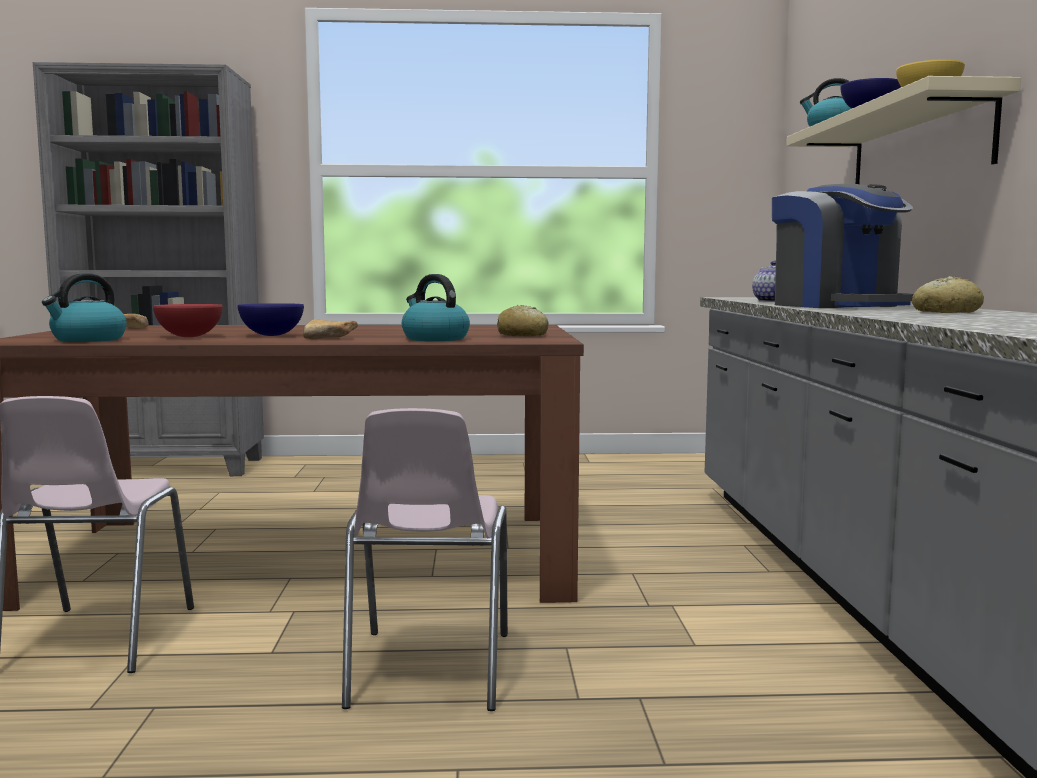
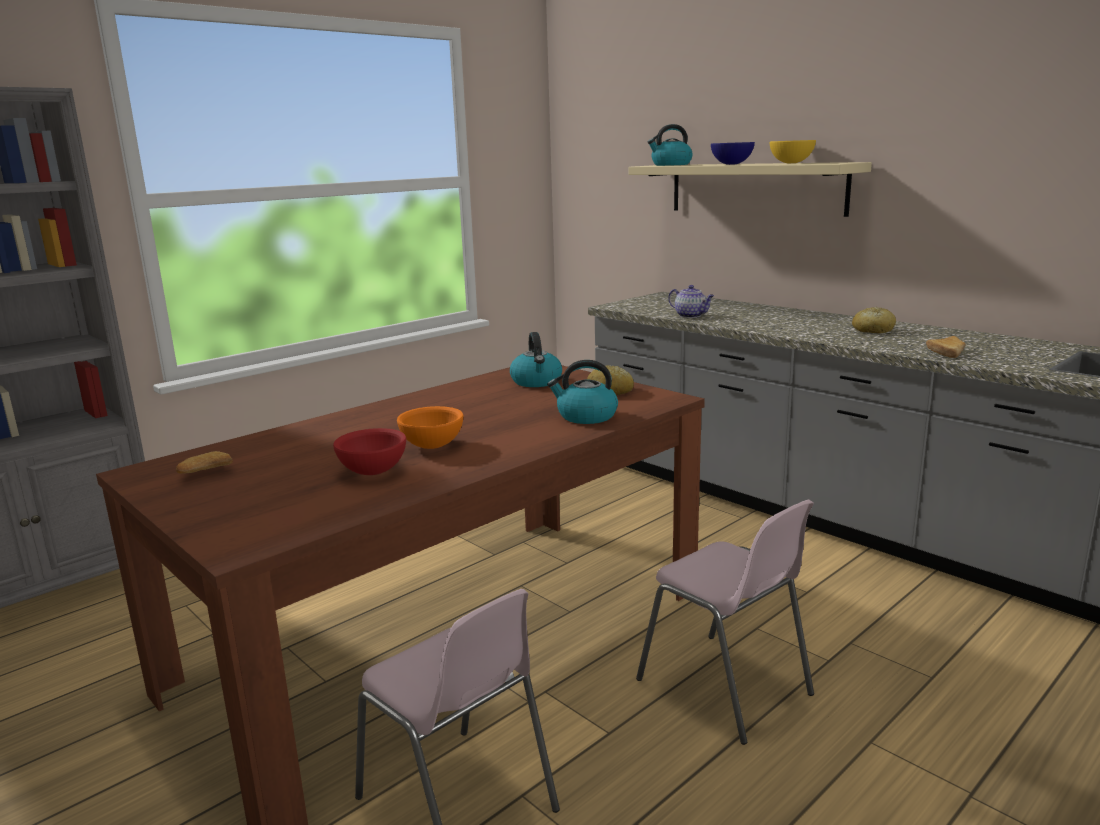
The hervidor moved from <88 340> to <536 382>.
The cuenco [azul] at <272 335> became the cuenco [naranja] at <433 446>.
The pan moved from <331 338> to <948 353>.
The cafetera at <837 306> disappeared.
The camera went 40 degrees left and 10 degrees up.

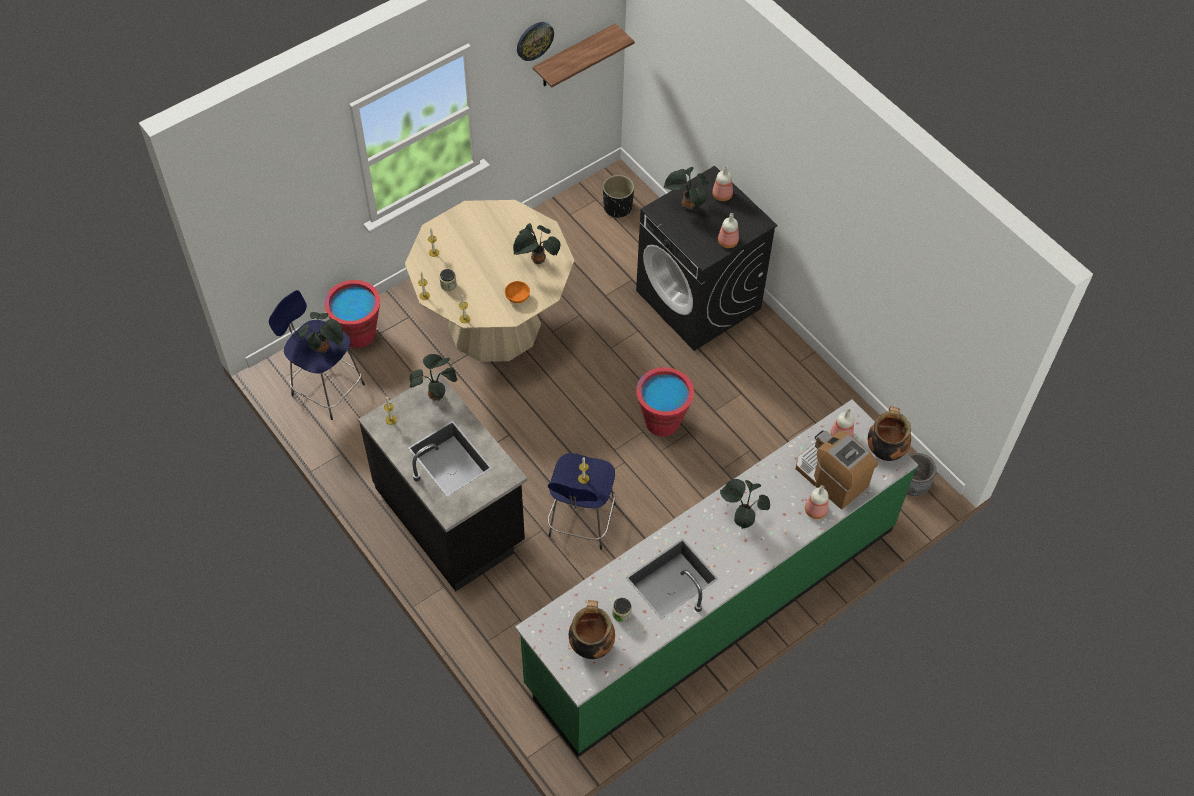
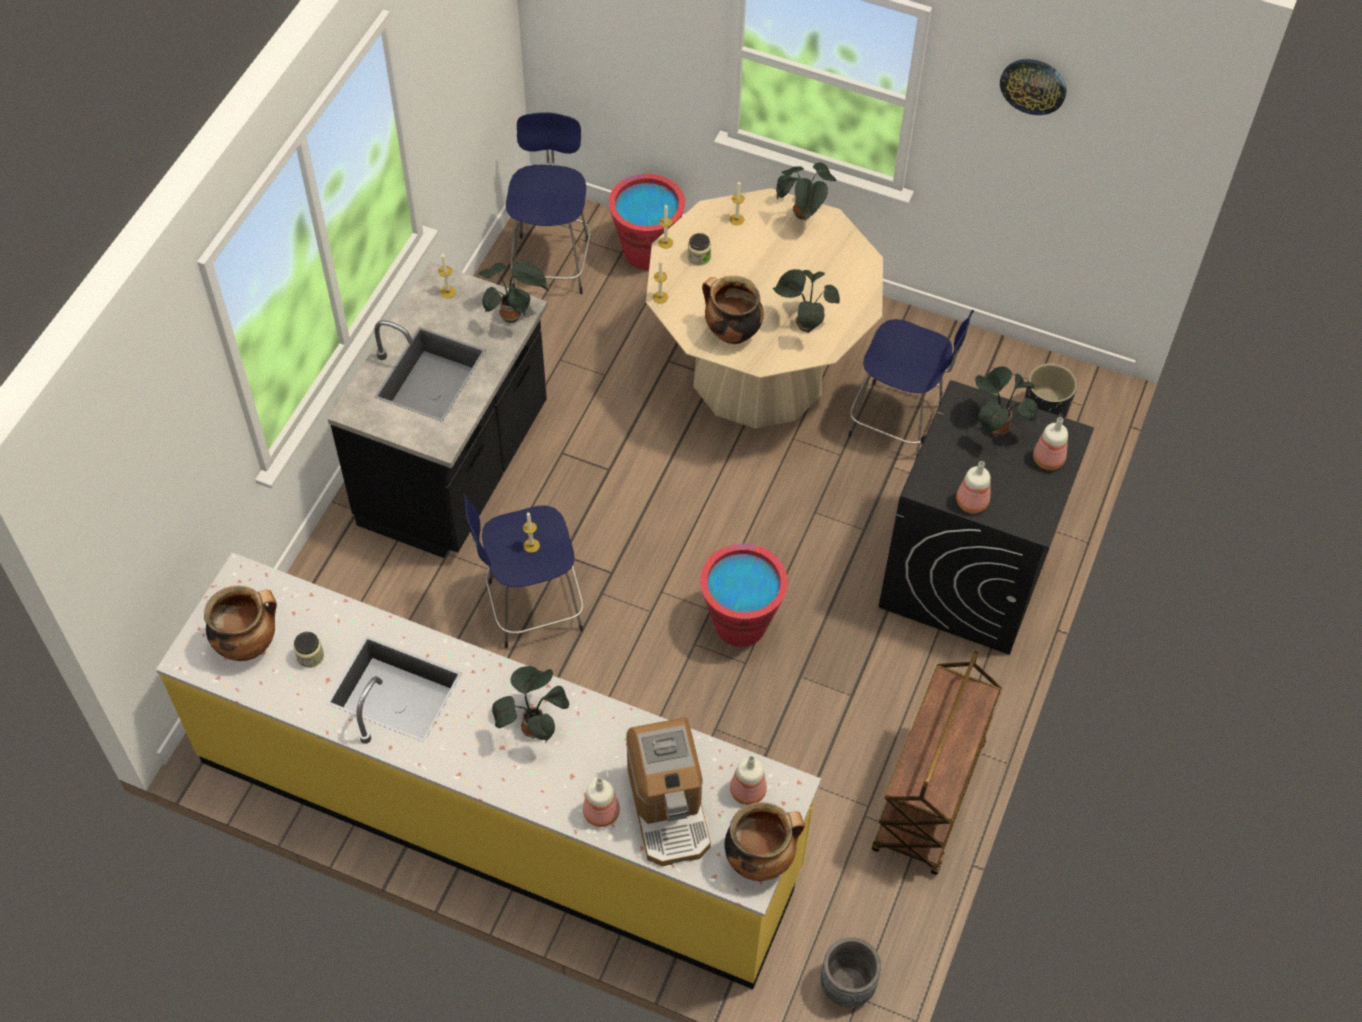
The planta en maceta moved from <324 349> to <803 216>.
The cuenco [naranja] at <517 297> was replaced by the olla at <731 333>.
The mueble bajo de cocina [verde] at <712 605> became the mueble bajo de cocina [amarillo] at <498 814>.
The estante at <574 57> disappeared.
The cafetera at <831 477> turned 150 degrees clockwise.
The taburete [azul] at <899 422> appeared.
The carrito [marrón] at <929 798> appeared.
The camera went 60 degrees right and 0 degrees up.

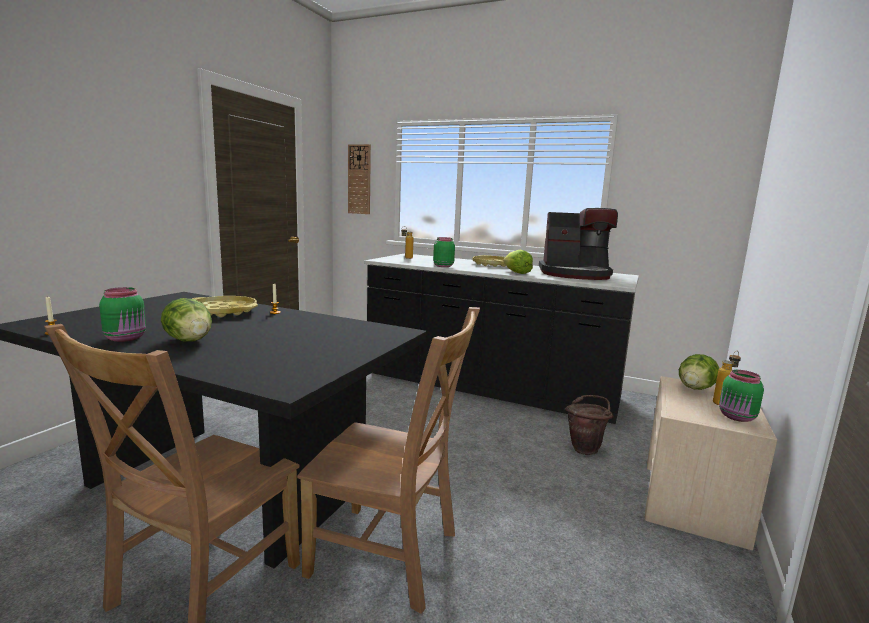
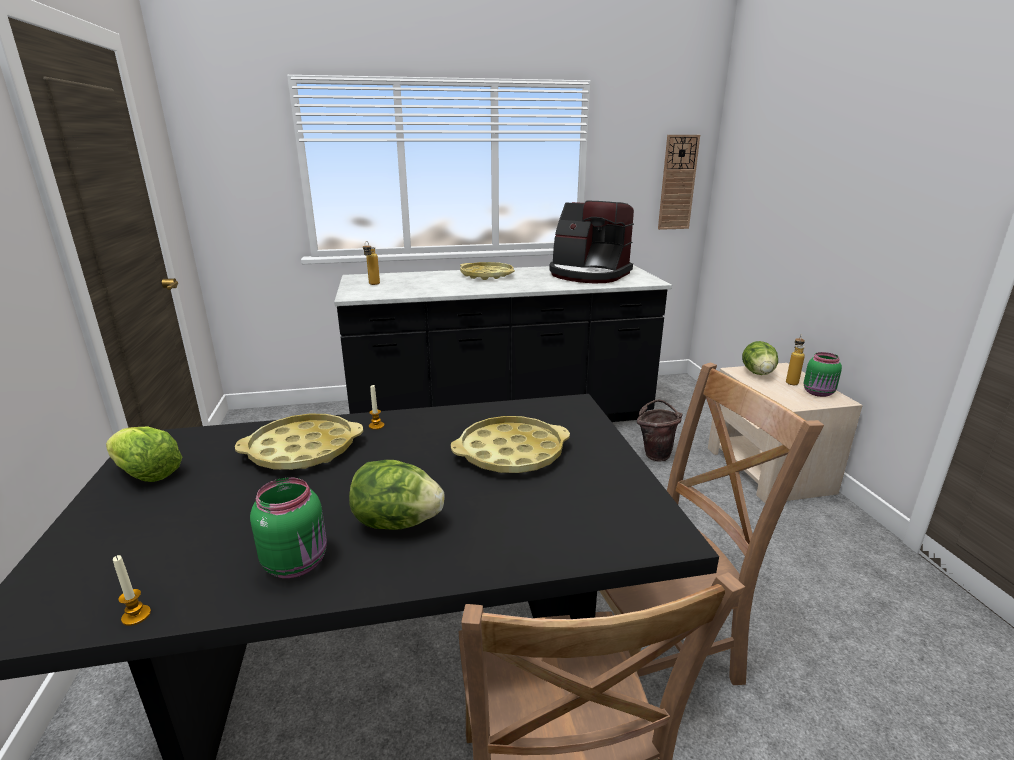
The reloj de pared moved from <359 179> to <677 183>.
The tarro [verde] at <442 266> disappeared.
The lechuga moved from <516 272> to <146 474>.
The cafetera at <575 274> turned 60 degrees clockwise.
The bandeja [amarillo] at <511 453> appeared.
The camera went 35 degrees left and 10 degrees up.

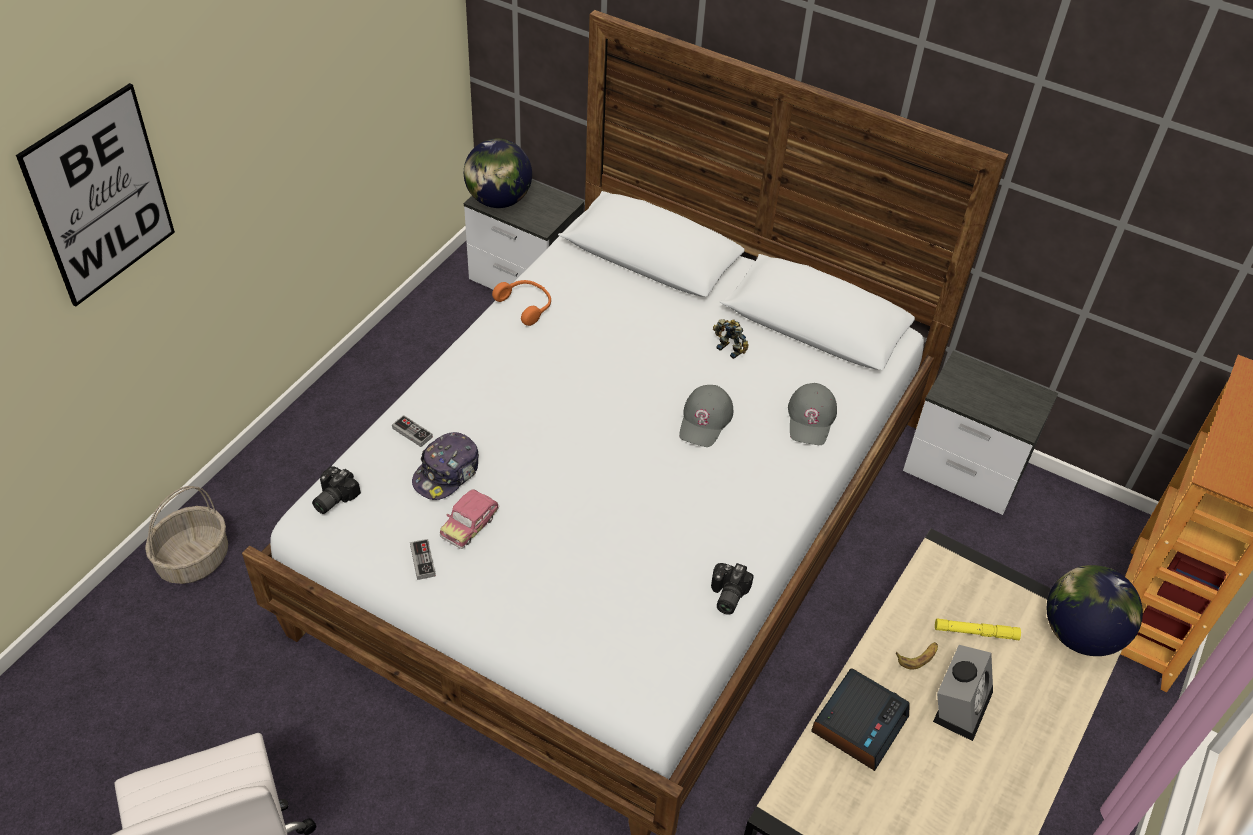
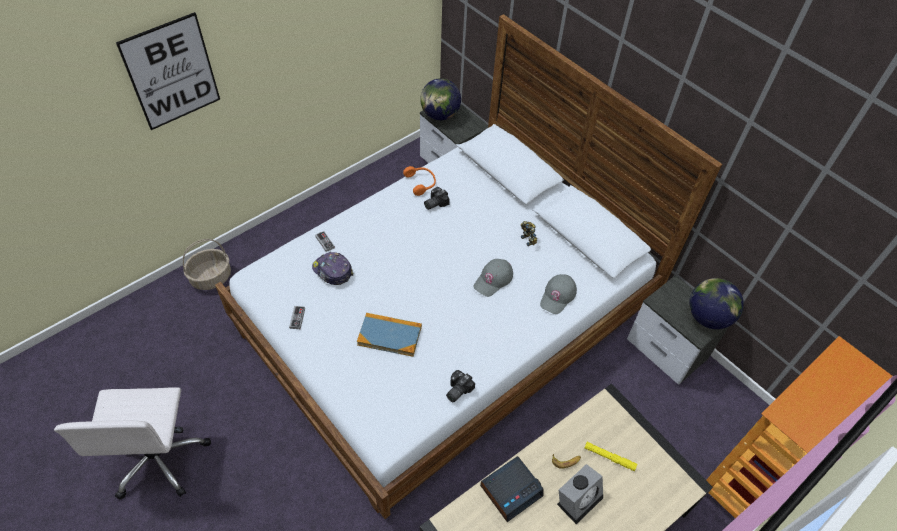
The cámara moved from <332 498> to <434 203>.
The gorra at <447 473> turned 75 degrees clockwise.
The coche de juguete at <470 525> disappeared.
The globo terráqueo moved from <1080 635> to <707 317>.
The libro at <389 335> appeared.
The camera went 20 degrees right and 5 degrees up.

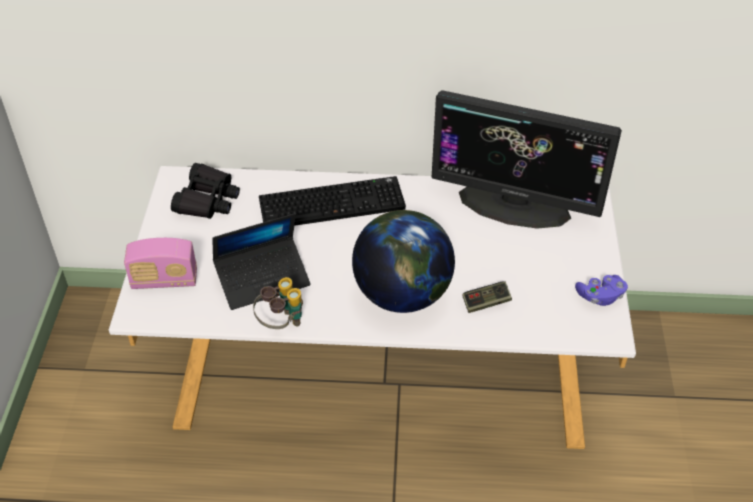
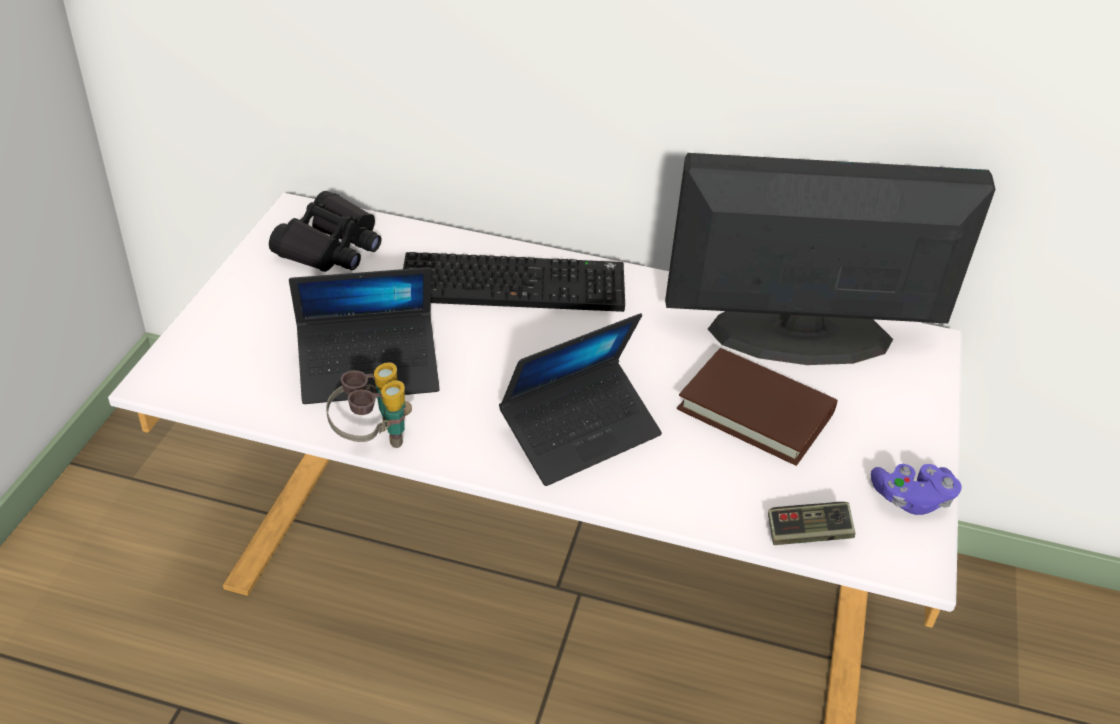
The radio at <164 280> disappeared.
The globo terráqueo at <402 294> was replaced by the portátil at <580 432>.
The monitor at <514 204> turned 150 degrees clockwise.
The mando de consola moved from <486 302> to <808 533>.
The libro [marrón] at <755 411> appeared.
The camera went 10 degrees right and 5 degrees down.

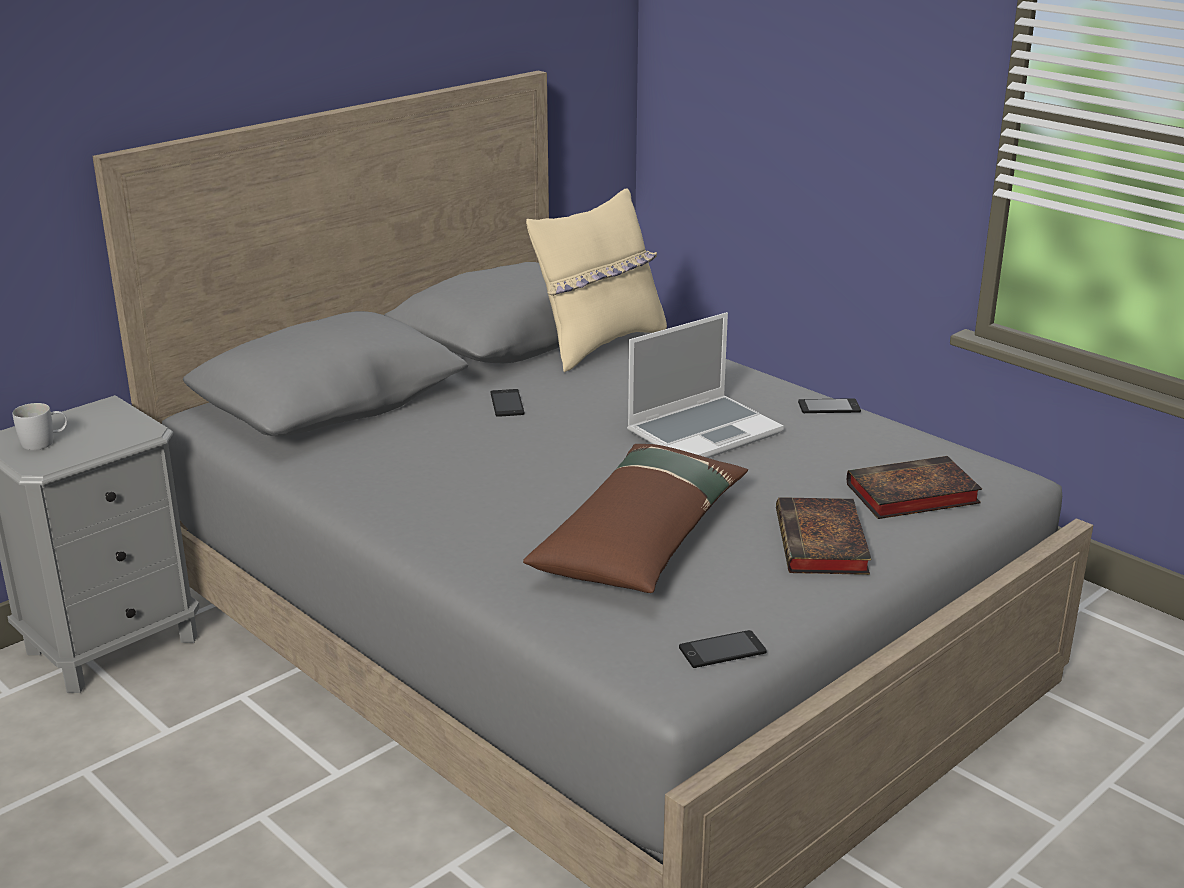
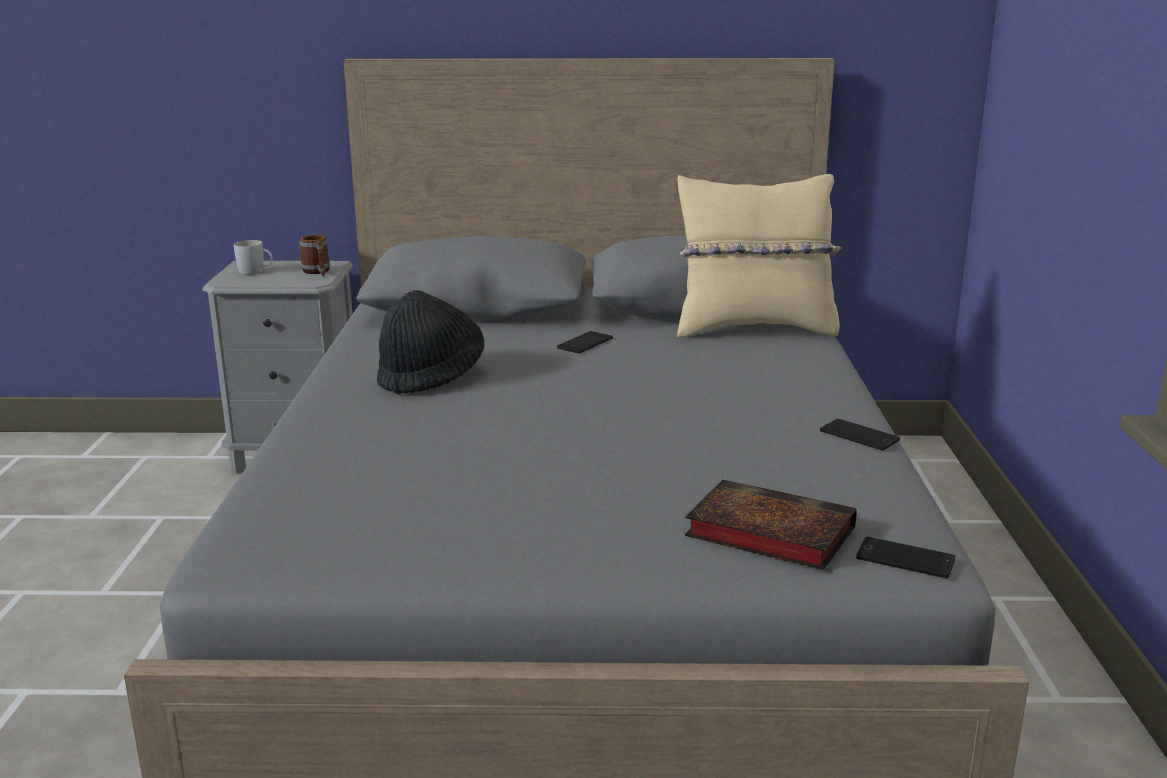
The cojín [marrón] at <642 537> disappeared.
The portátil at <704 431> disappeared.
The móvil moved from <722 650> to <905 559>.
The libro at <823 545> disappeared.
The taza grande at <317 272> appeared.
The sombrero [negro] at <431 377> appeared.
The camera went 45 degrees right and 5 degrees down.

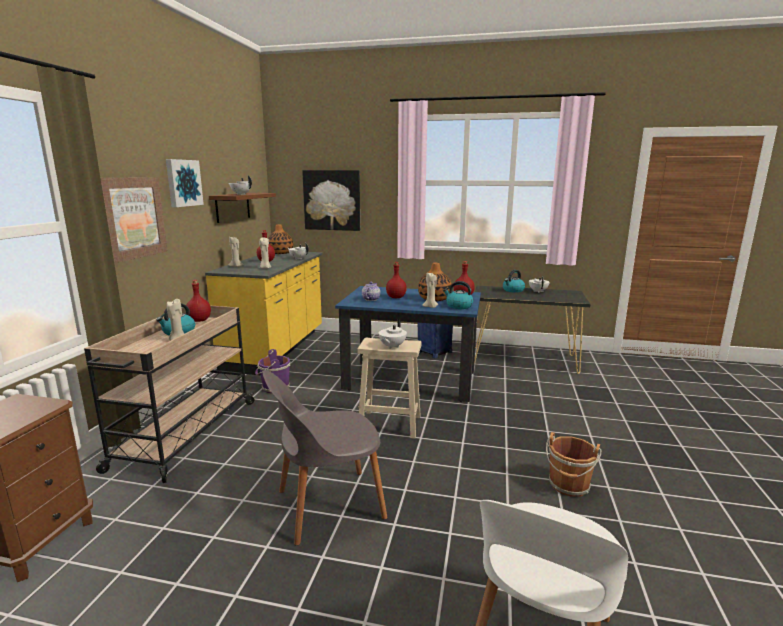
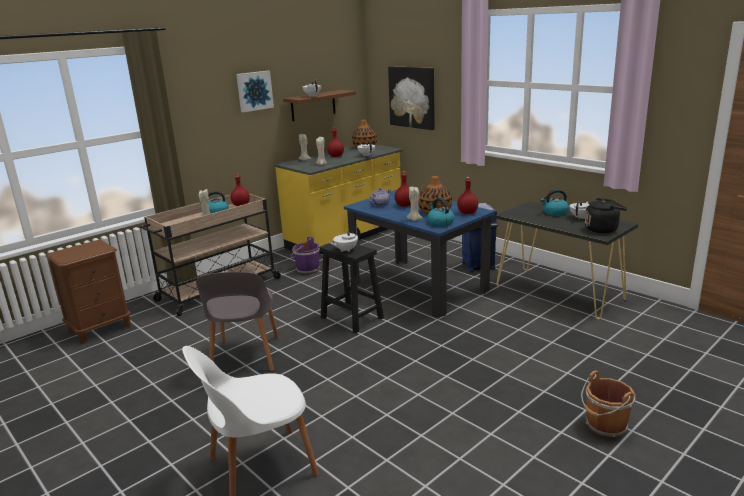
The cuadro at <131 218> disappeared.
The silla [gris] at <327 505> turned 105 degrees counterclockwise.
The taburete [beis] at <388 424> became the taburete [negro] at <351 317>.
The cubo [marrón] moved from <569 486> to <605 426>.
The hervidor [negro] at <603 229> appeared.
The camera went 35 degrees right and 5 degrees up.

